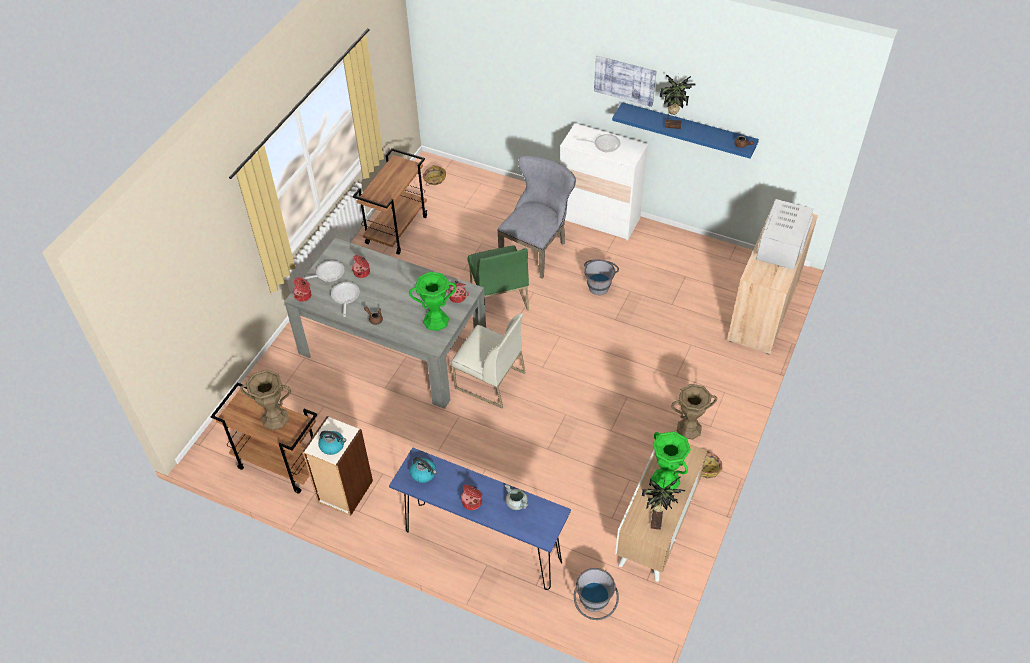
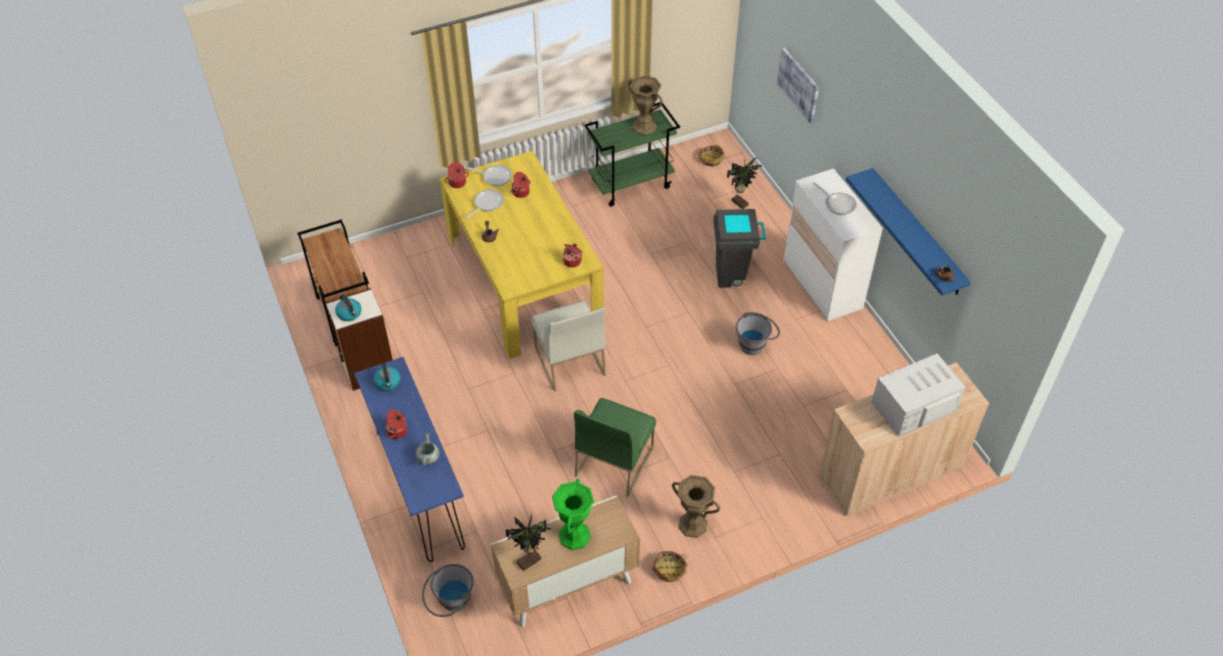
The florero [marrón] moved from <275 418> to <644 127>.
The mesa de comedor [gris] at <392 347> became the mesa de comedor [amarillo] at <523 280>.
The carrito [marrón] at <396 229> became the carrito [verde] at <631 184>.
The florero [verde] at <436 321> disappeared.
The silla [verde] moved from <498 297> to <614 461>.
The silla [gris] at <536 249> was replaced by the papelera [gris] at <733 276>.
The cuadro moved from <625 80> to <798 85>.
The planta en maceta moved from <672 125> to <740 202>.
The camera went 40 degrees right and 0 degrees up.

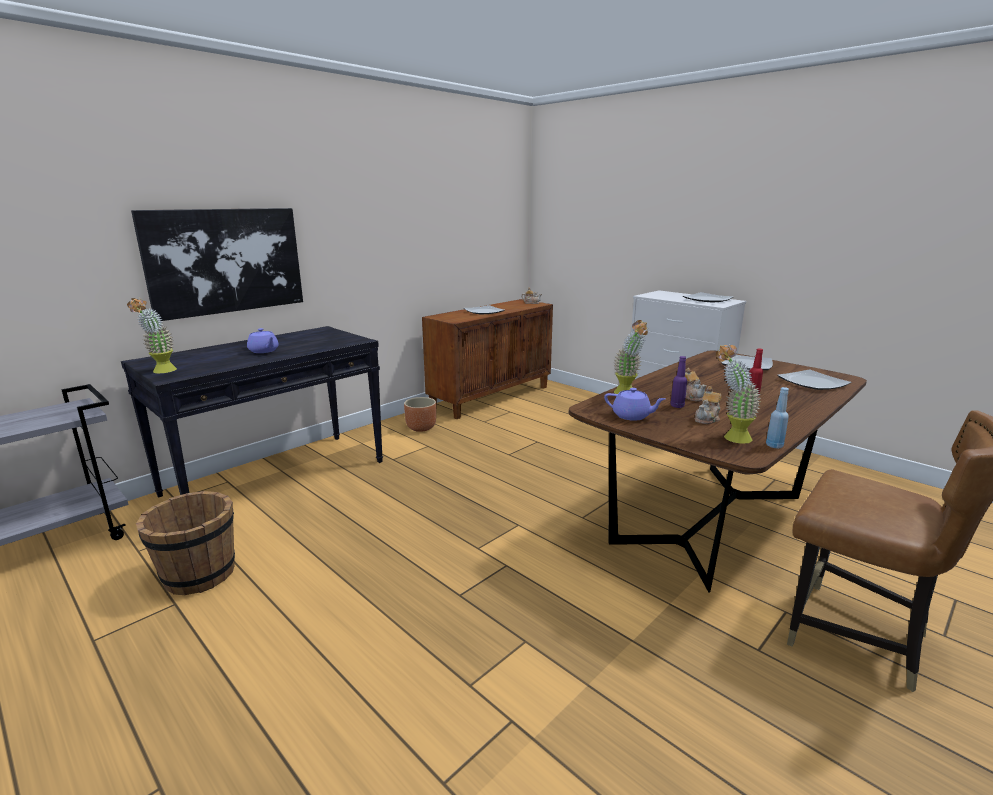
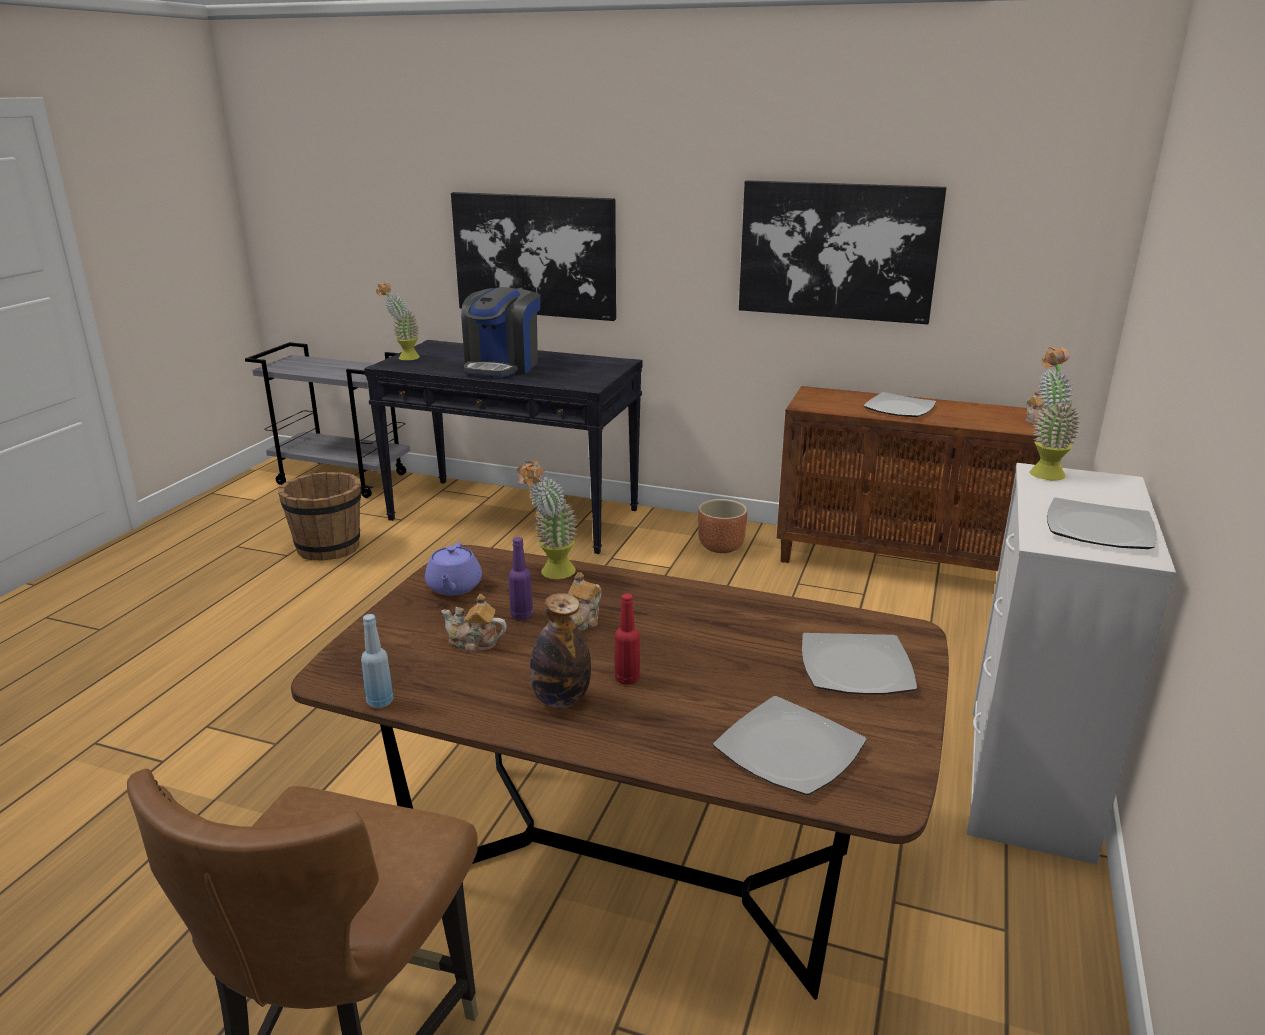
The tetera [morado] at <264 351> was replaced by the cafetera at <502 366>.
The planta en maceta moved from <730 437> to <1042 471>.
The botella at <561 700> appeared.
The cuadro at <837 251> appeared.
The camera went 65 degrees right and 5 degrees up.

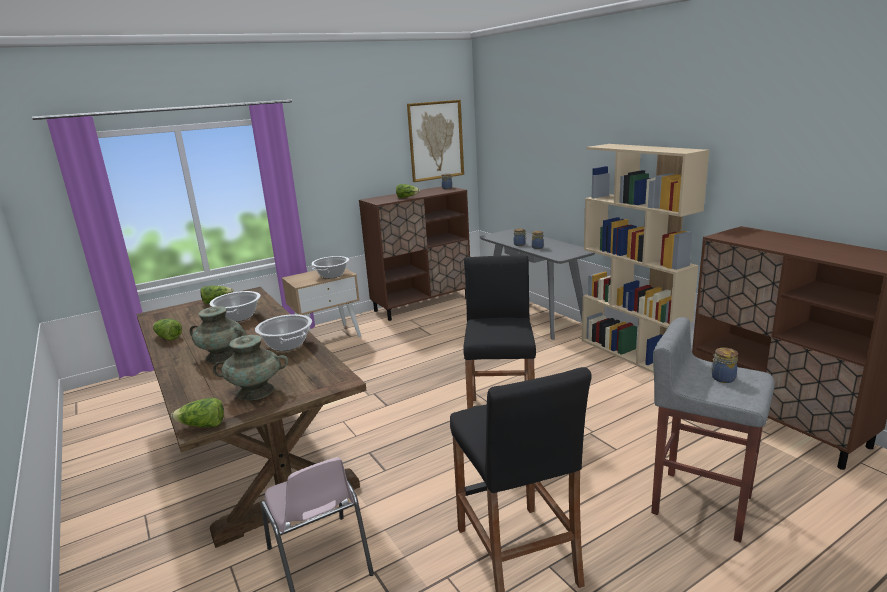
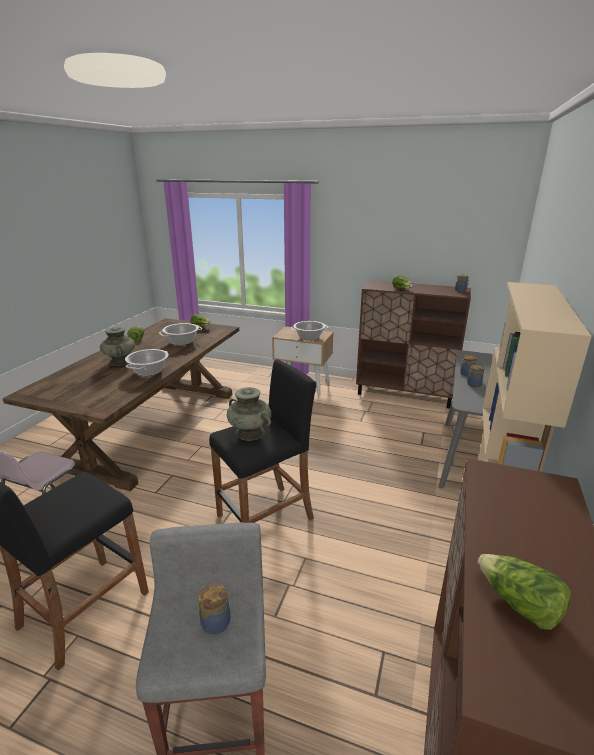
The lechuga moved from <202 425> to <519 604>.
The florero [turquesa] moved from <256 391> to <250 433>.
The cuadro at <435 140> disappeared.
The camera went 50 degrees right and 5 degrees up.

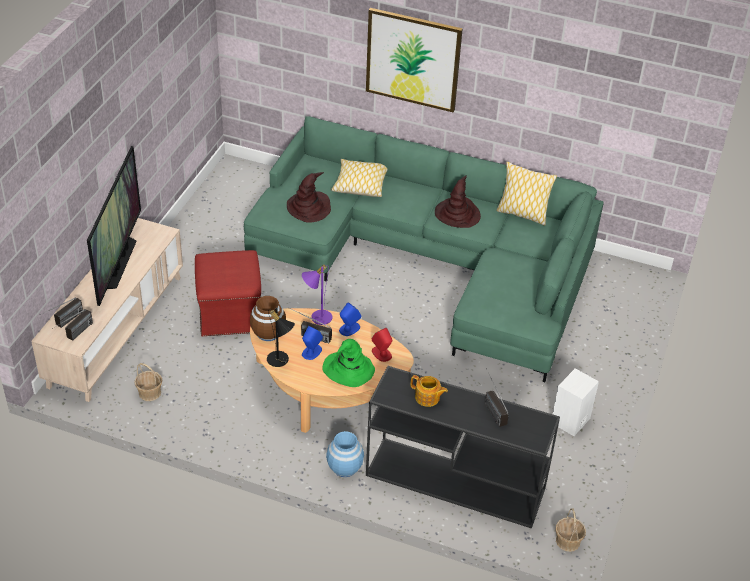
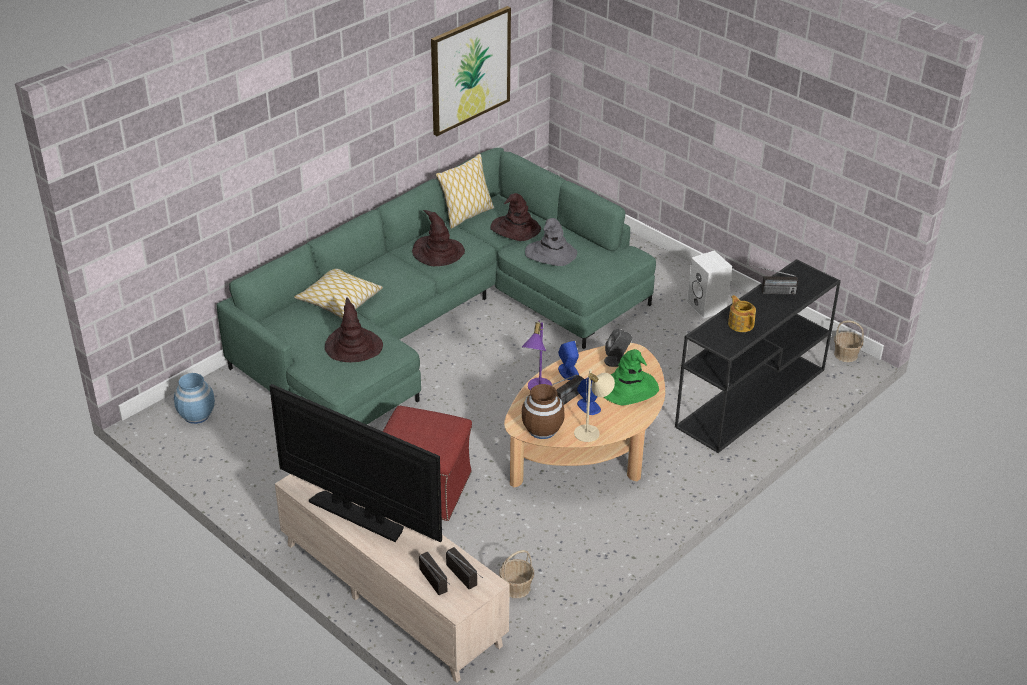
The lámpara de mesa [negro] at <280 361> became the lámpara de mesa [beis] at <591 432>.
The florero [azul] moved from <344 467> to <196 415>.
The cuadro moved from <413 59> to <470 70>.
The altavoz [rojo] at <382 353> became the altavoz [gris] at <617 360>.
The tetera at <427 398> turned 75 degrees counterclockwise.
The sombrero [marrón] at <515 229> appeared.
The sombrero [gris] at <550 254> appeared.
The camera went 65 degrees left and 5 degrees down.

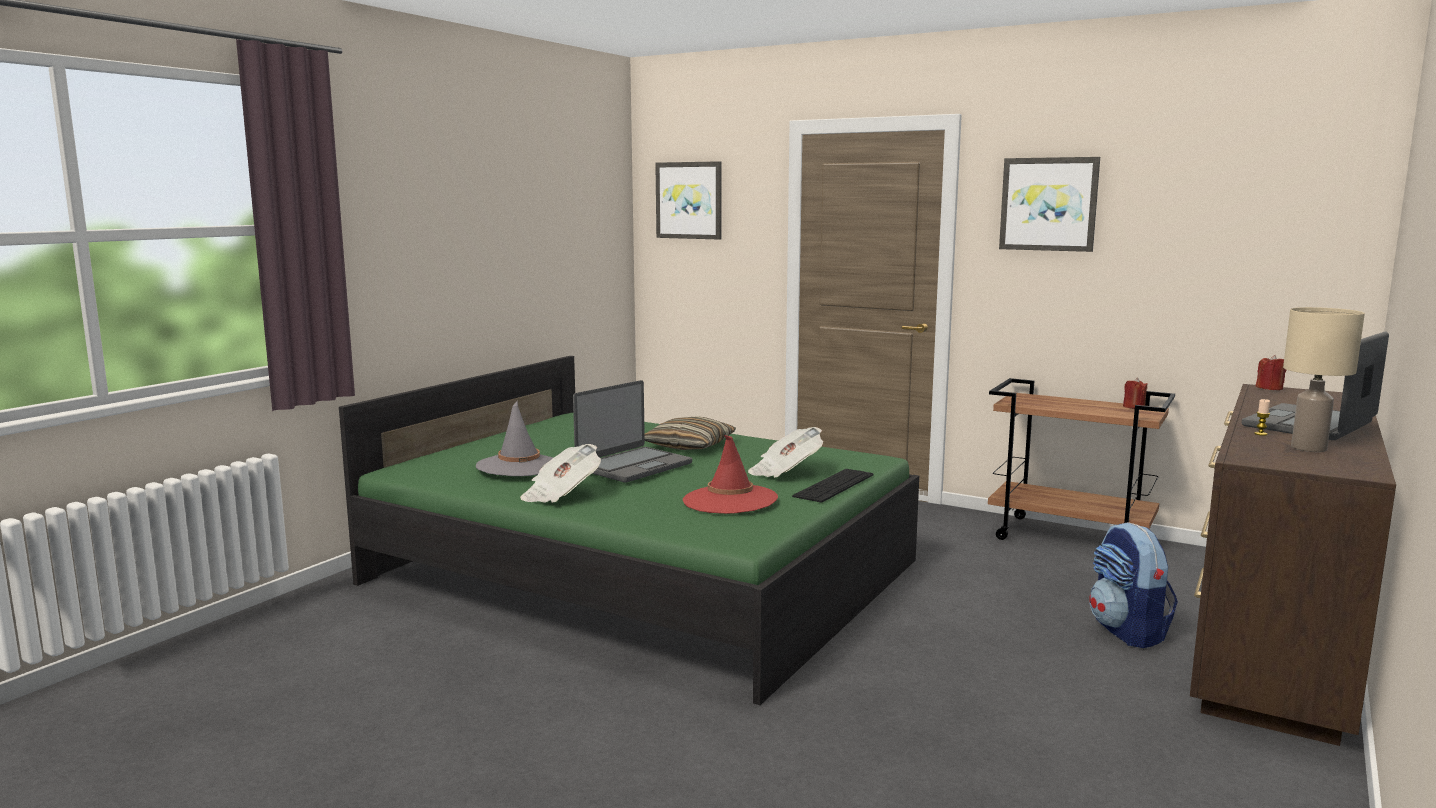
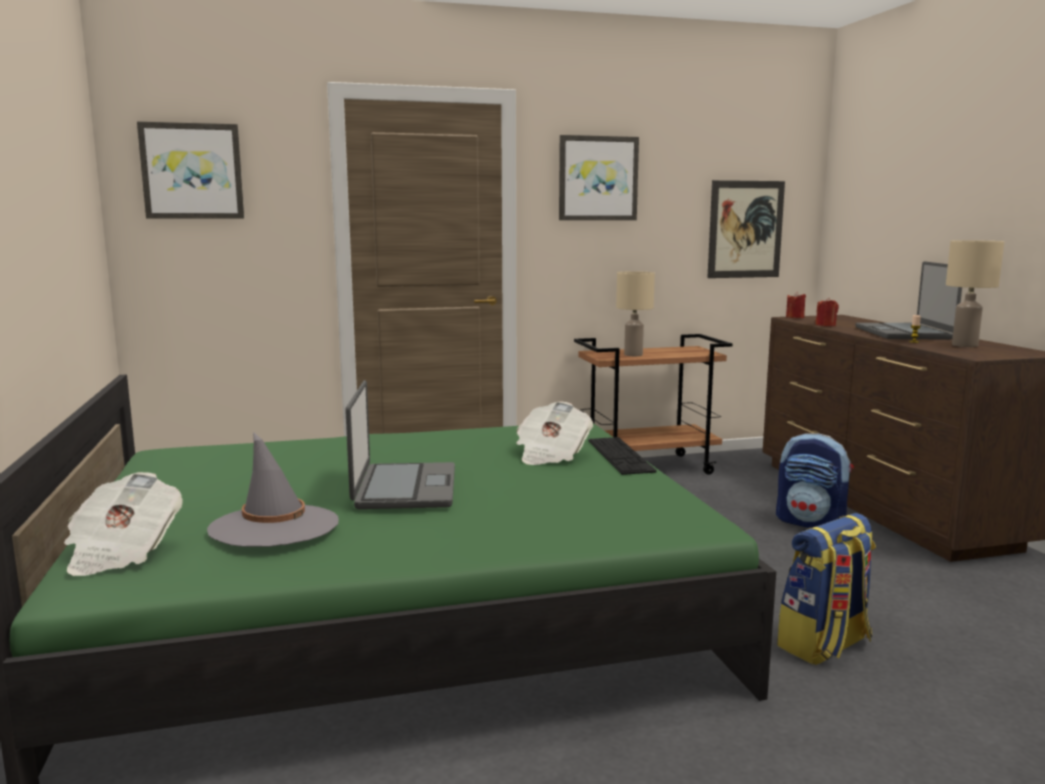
The periódico moved from <561 495> to <122 552>.
The cojín at <689 445> disappeared.
The sombrero [rojo] at <730 500> disappeared.
The vela [rojo] moved from <1134 407> to <825 325>.
The lámpara de mesa [beis] at <634 355> appeared.
The cuadro at <745 229> appeared.
The mochila at <824 645> appeared.
The camera went 45 degrees left and 0 degrees up.

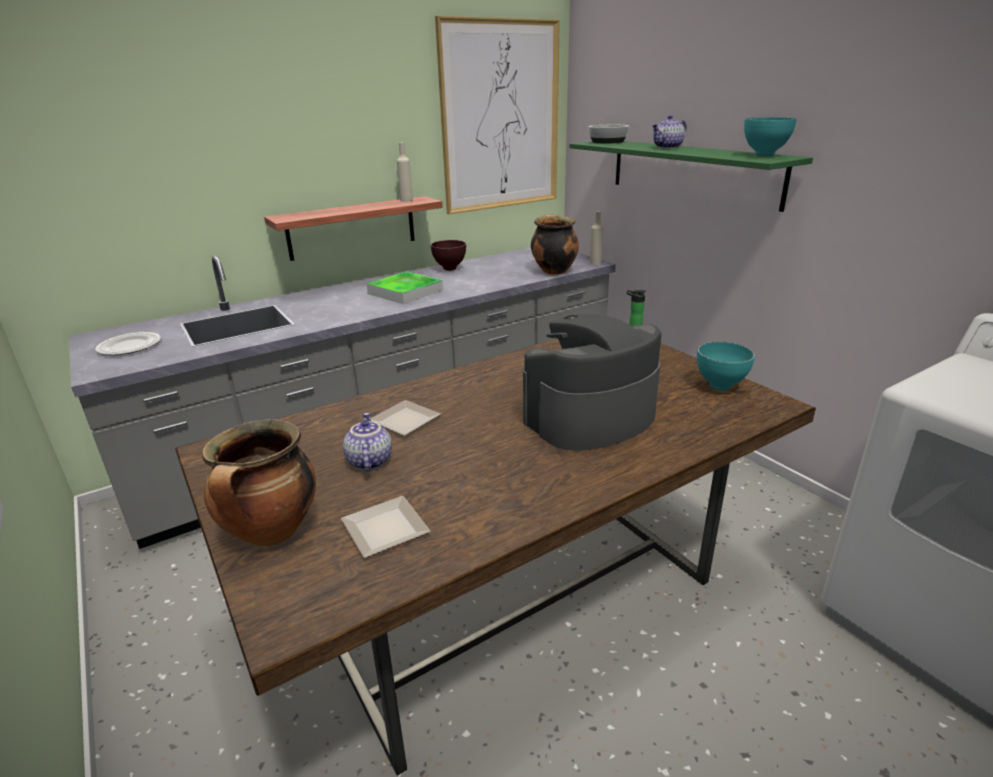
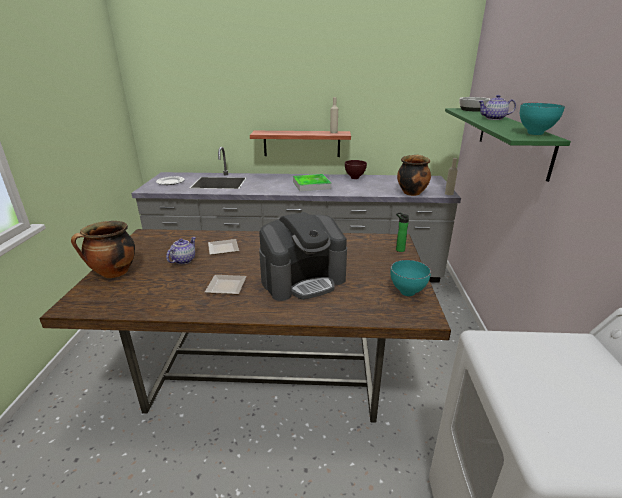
The plato moved from <382 529> to <225 286>.
The cuadro at <501 117> disappeared.
The cafetera at <589 417> turned 150 degrees clockwise.
The camera went 35 degrees right and 0 degrees up.

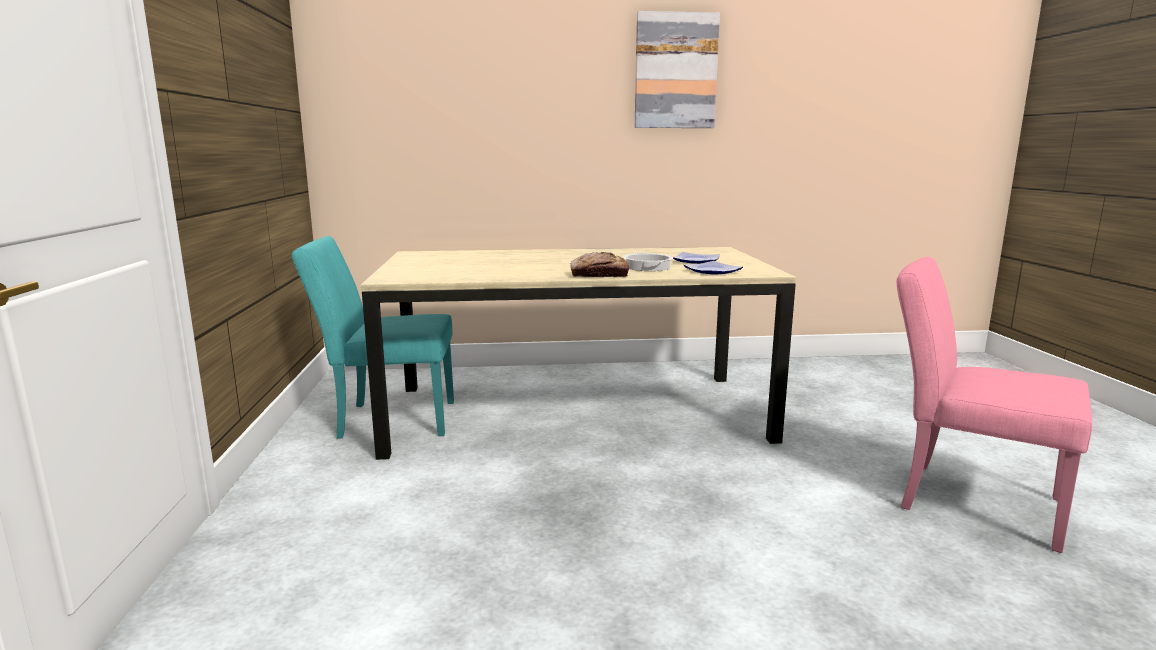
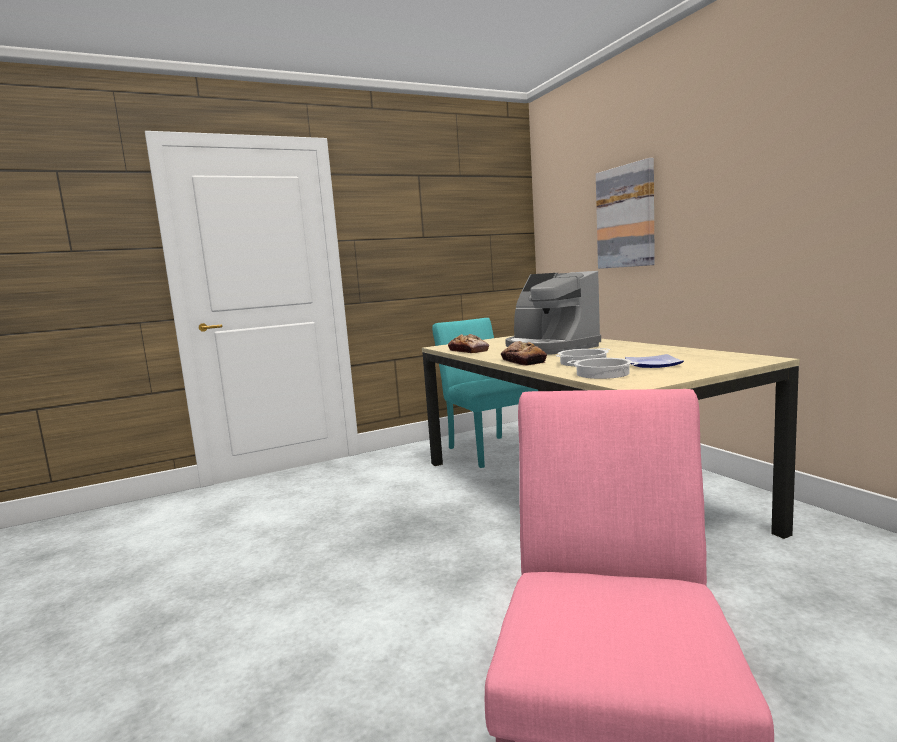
The cuadro moved from <675 71> to <626 217>.
The plato at <712 271> was replaced by the olla at <603 374>.
The pan at <468 351> appeared.
The cafetera at <549 348> appeared.
The camera went 70 degrees right and 5 degrees down.

